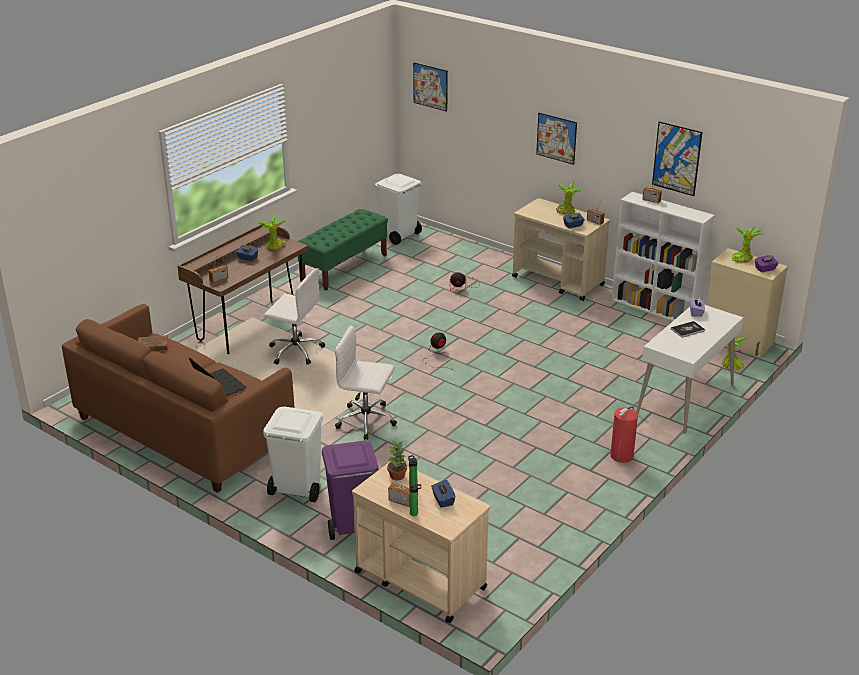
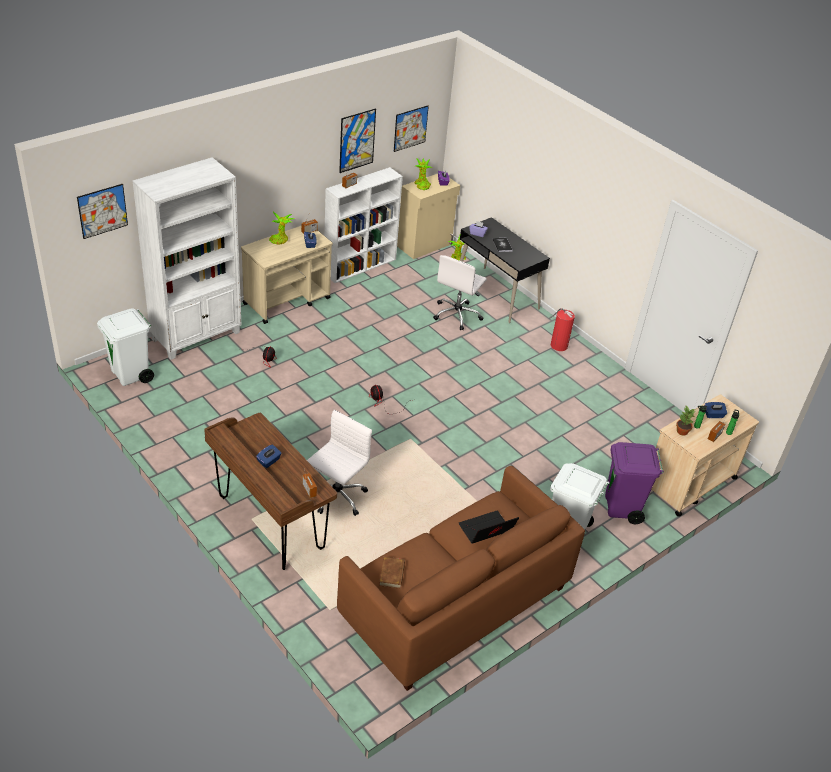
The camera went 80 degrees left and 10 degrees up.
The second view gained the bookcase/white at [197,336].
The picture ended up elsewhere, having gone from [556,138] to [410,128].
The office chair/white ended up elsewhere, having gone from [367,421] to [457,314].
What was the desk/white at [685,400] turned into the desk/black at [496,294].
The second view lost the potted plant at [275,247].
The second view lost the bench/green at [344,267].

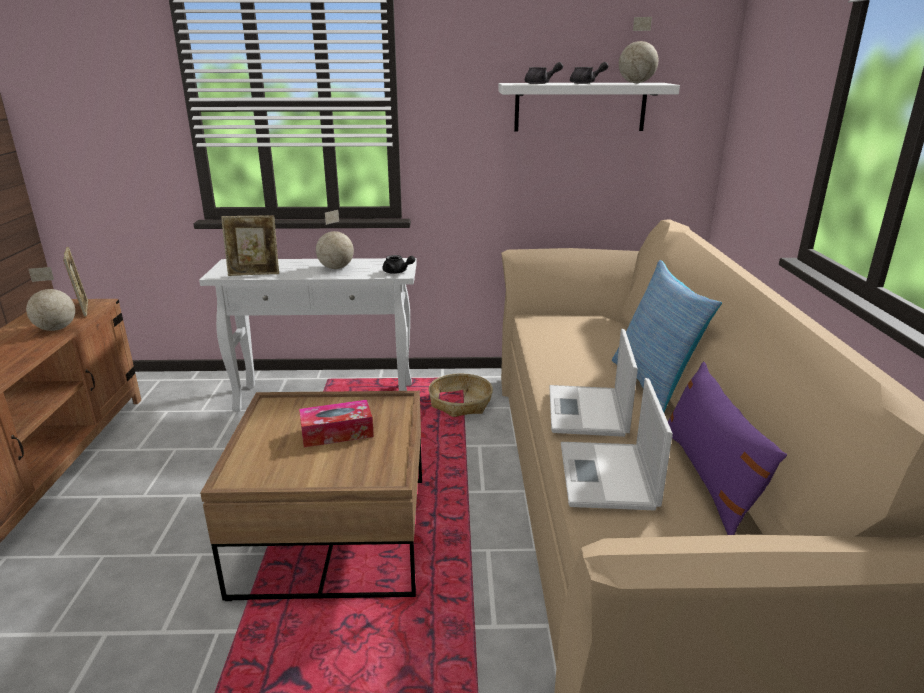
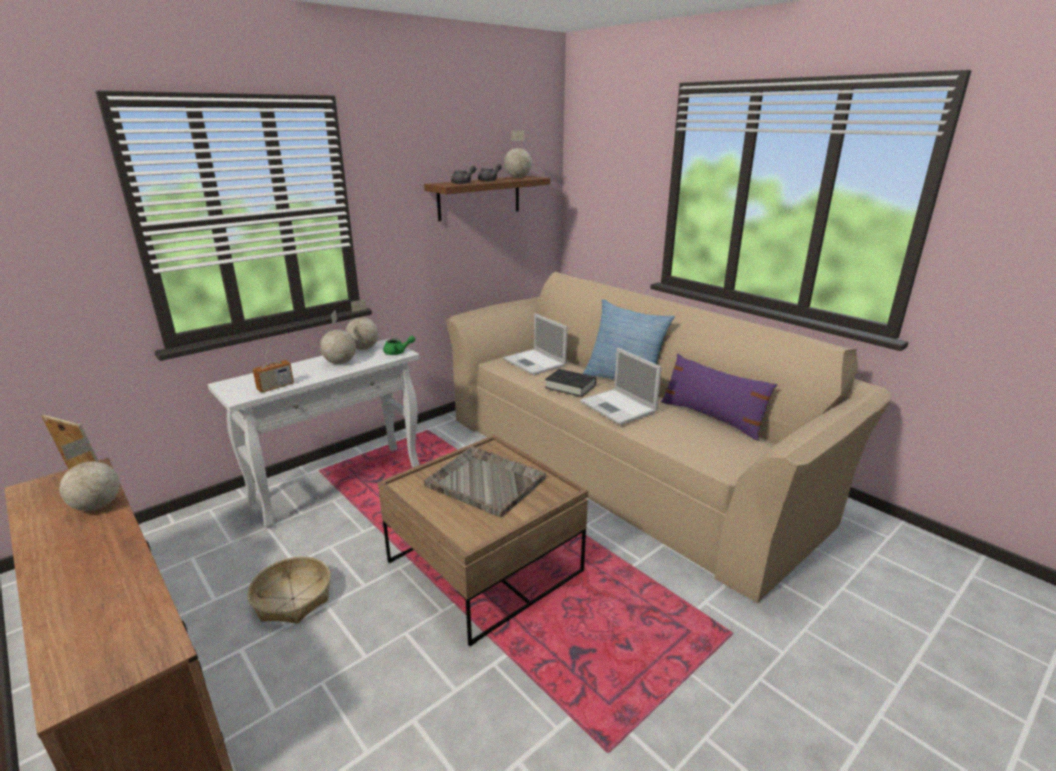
The camera went 40 degrees left and 0 degrees up.
The basket ended up elsewhere, having gone from [460,403] to [293,598].
Where the picture frame stood at [254,274], the radio came to stand at [275,387].
The second view gained the globe at [364,348].
What was the teapot/black at [397,272] turned into the teapot/green at [398,352].
What was the shelf/white at [580,107] turned into the shelf/brown at [479,197].
Where the tissue box stood at [337,432], the tray/grey came to stand at [484,481].
The laptop ended up elsewhere, having gone from [608,477] to [535,362].
The second view gained the book/black at [570,386].

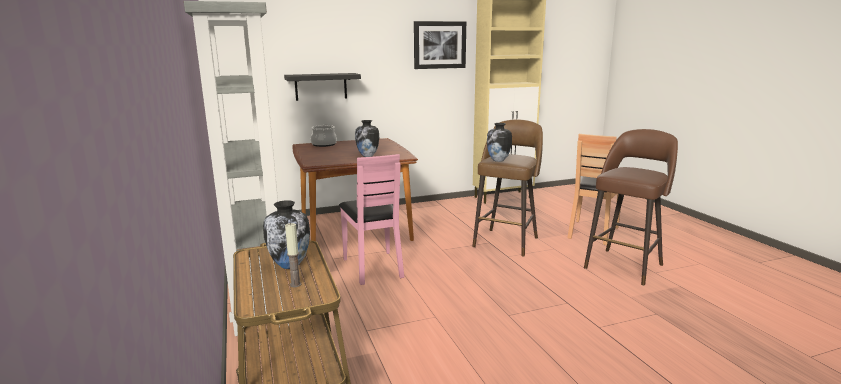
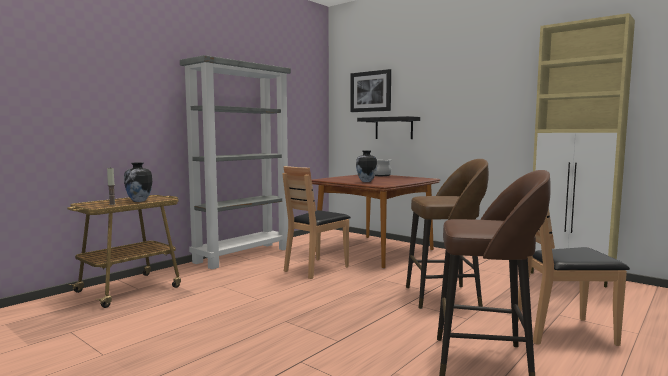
The camera went 60 degrees right and 10 degrees down.
What was the chair/pink at [374,267] turned into the chair/brown at [316,268].
The picture ended up elsewhere, having gone from [439,45] to [370,91].
The second view lost the vase at [498,160].

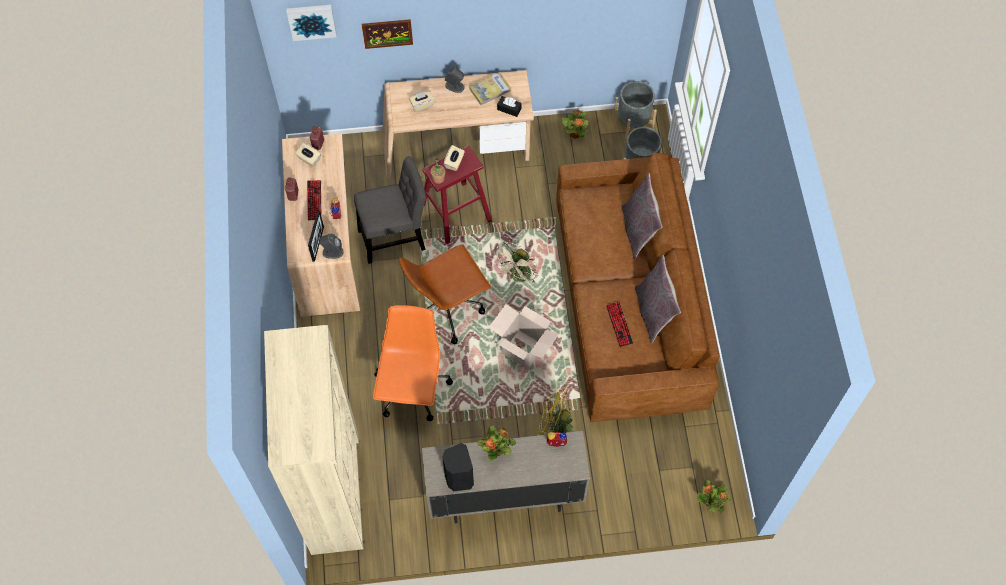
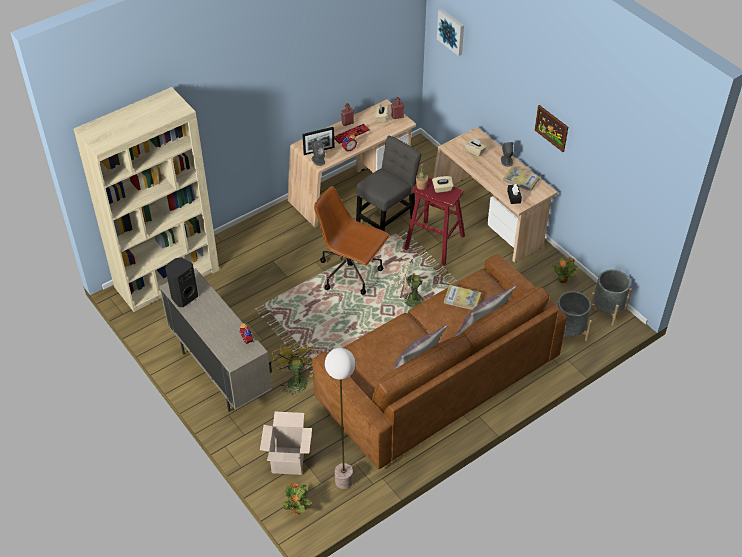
The camera went 60 degrees right and 15 degrees down.
The cardboard box ended up elsewhere, having gone from [523,349] to [288,460].
The second view gained the floor lamp at [344,481].
The chair/grey at [395,238] ended up facing another way, 90 degrees counterclockwise from before.
The second view gained the book at [462,299].
The picture ended up elsewhere, having gone from [387,33] to [551,128].
The second view lost the office chair/orange at [412,390].
The second view lost the potted plant at [496,450].
The second view lost the keyboard at [619,324].

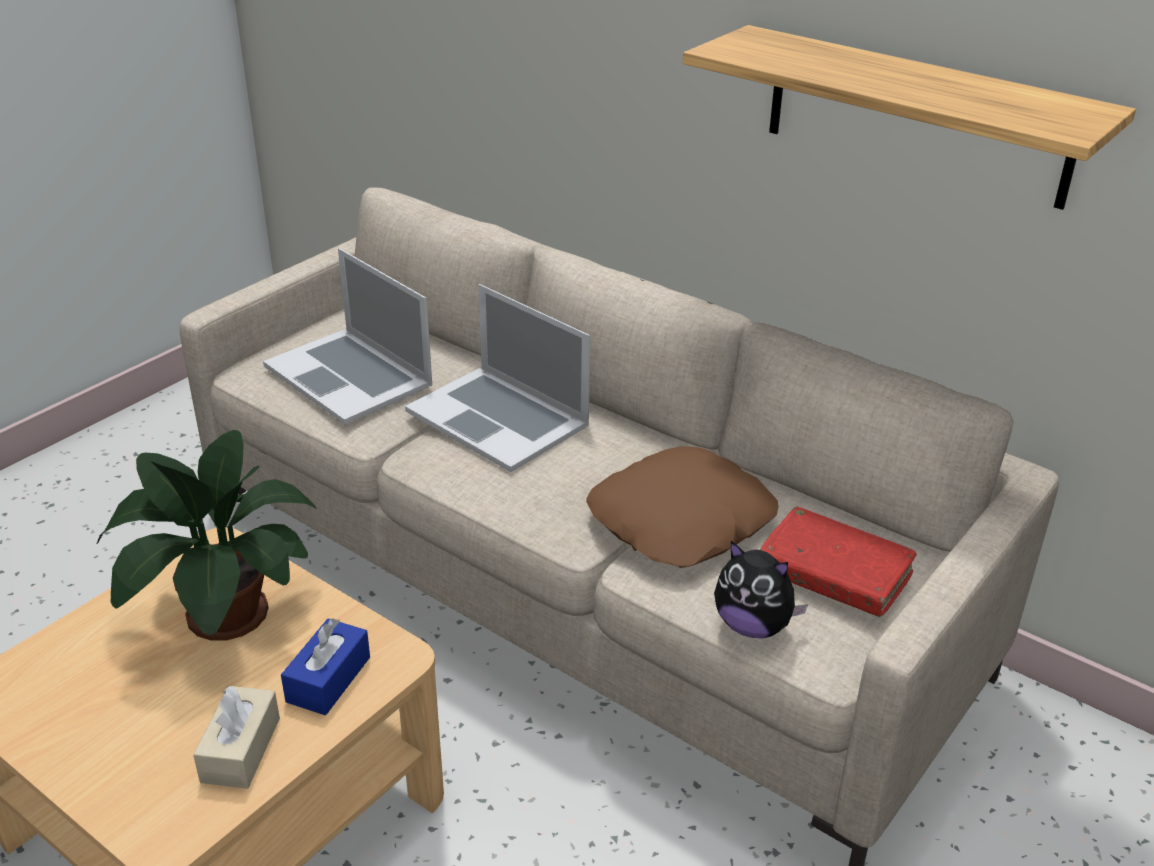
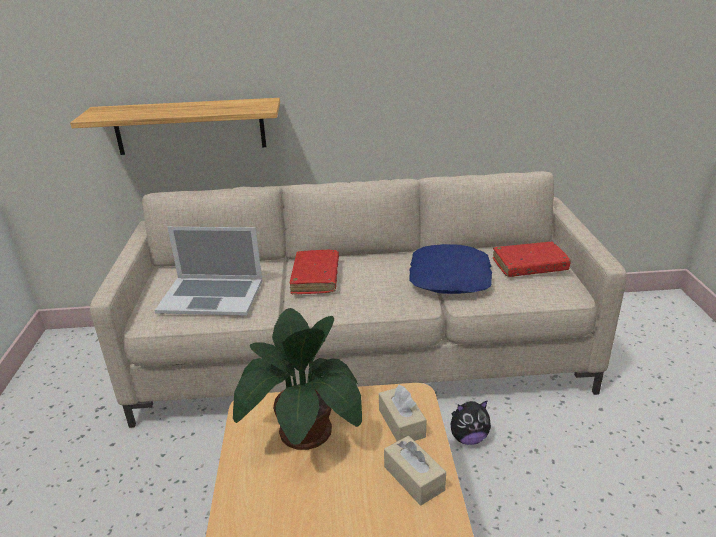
The camera went 40 degrees left and 5 degrees down.
The shelf ended up elsewhere, having gone from [916,116] to [190,126].
Where the laptop stood at [498,418], the book/red came to stand at [315,278].
What was the tissue box/blue at [328,679] turned into the tissue box/beige at [401,423].
What was the pillow/brown at [682,522] turned into the pillow/blue at [450,278].
The plush toy ended up elsewhere, having gone from [753,626] to [468,438].

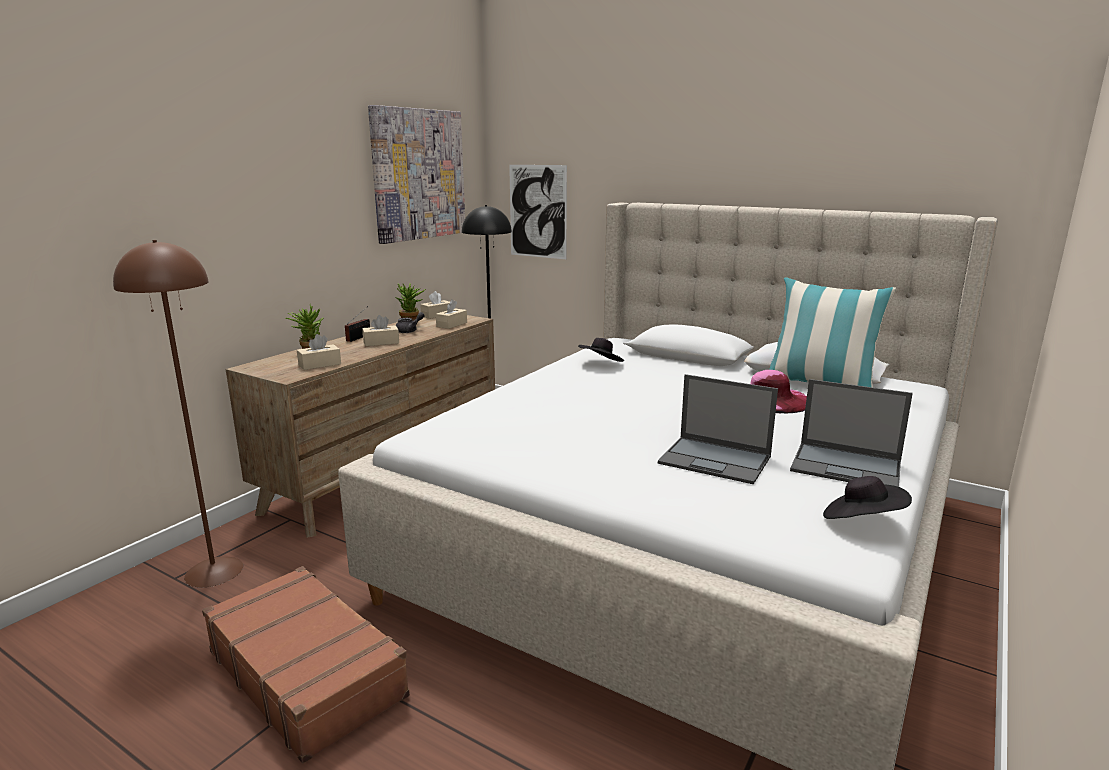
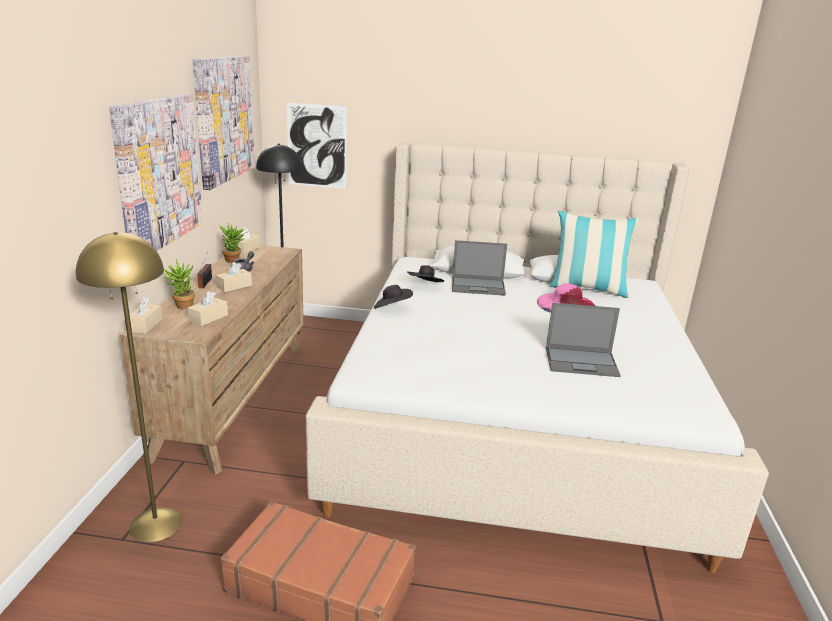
The camera went 25 degrees left and 5 degrees up.
What was the floor lamp/brown at [214,571] turned into the floor lamp/yellow at [156,524].
The second view gained the picture at [158,172].
The tissue box/beige ended up elsewhere, having gone from [452,324] to [145,325].
The hat/black ended up elsewhere, having gone from [861,521] to [392,308].
The laptop ended up elsewhere, having gone from [847,467] to [478,286].

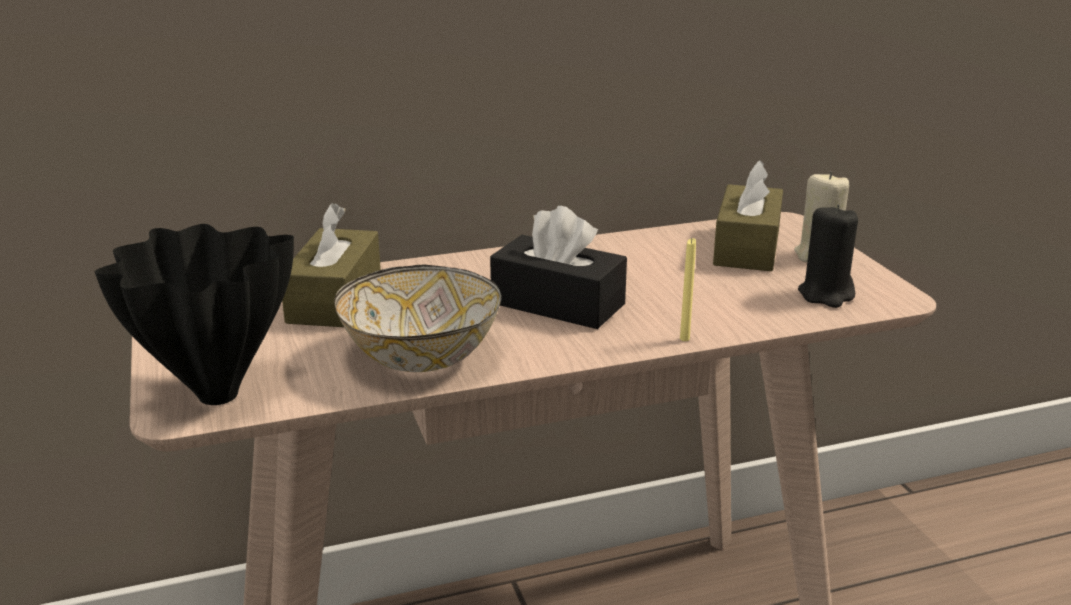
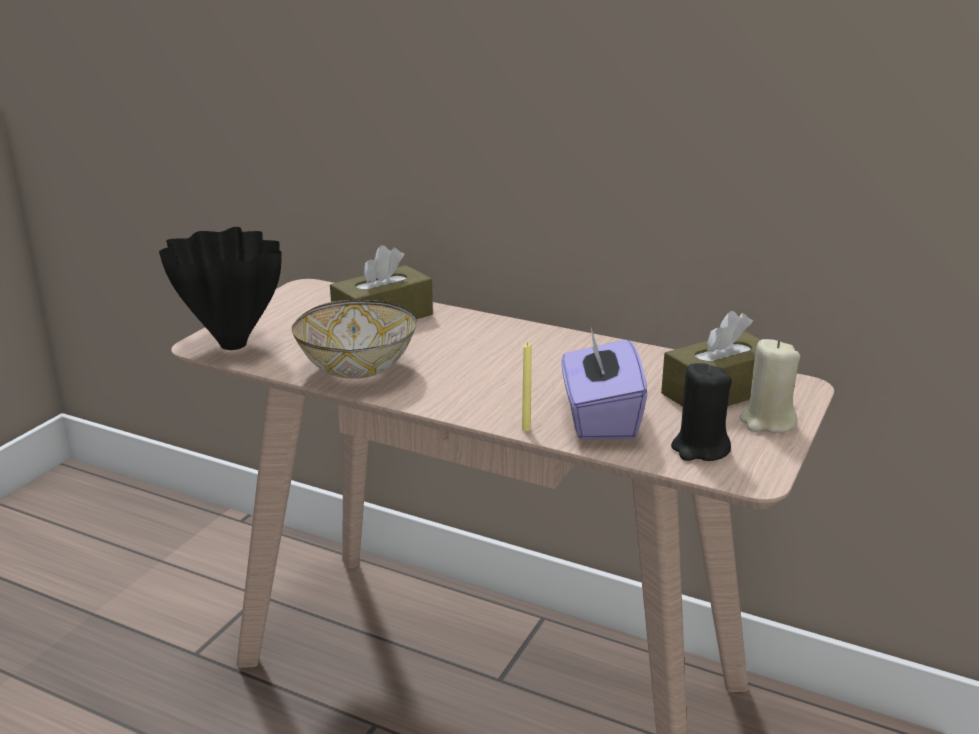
The camera went 45 degrees right and 0 degrees up.
The second view gained the tissue box/purple at [599,418].
The second view lost the tissue box/black at [558,304].

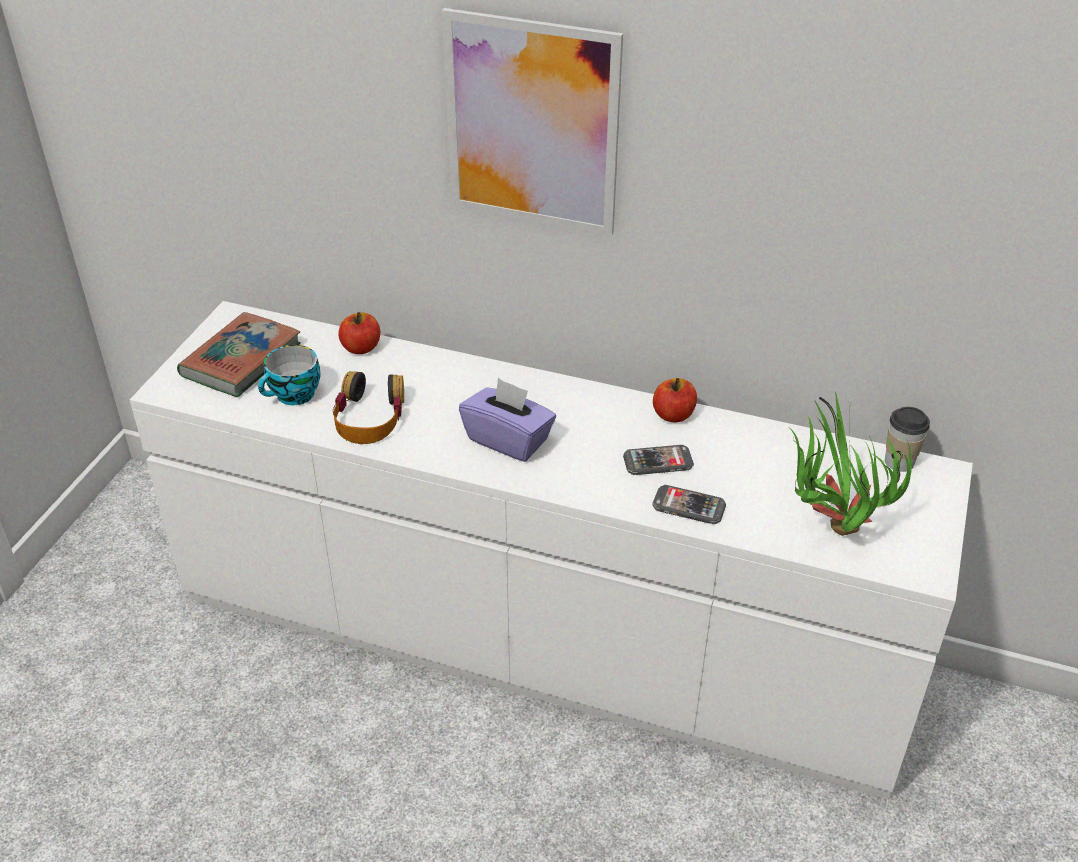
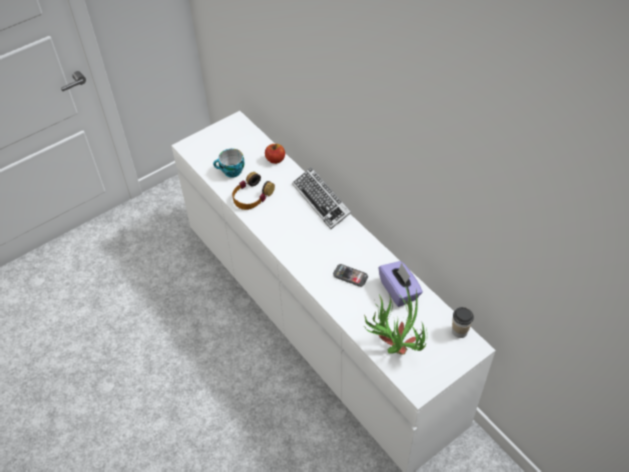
The camera went 35 degrees right and 10 degrees up.
The second view gained the keyboard at [321,201].
The tissue box/purple ended up elsewhere, having gone from [508,440] to [399,291].
The second view lost the book at [241,360].
The second view lost the picture at [532,124].
The second view lost the phone at [688,506].
The second view lost the apple at [673,415].

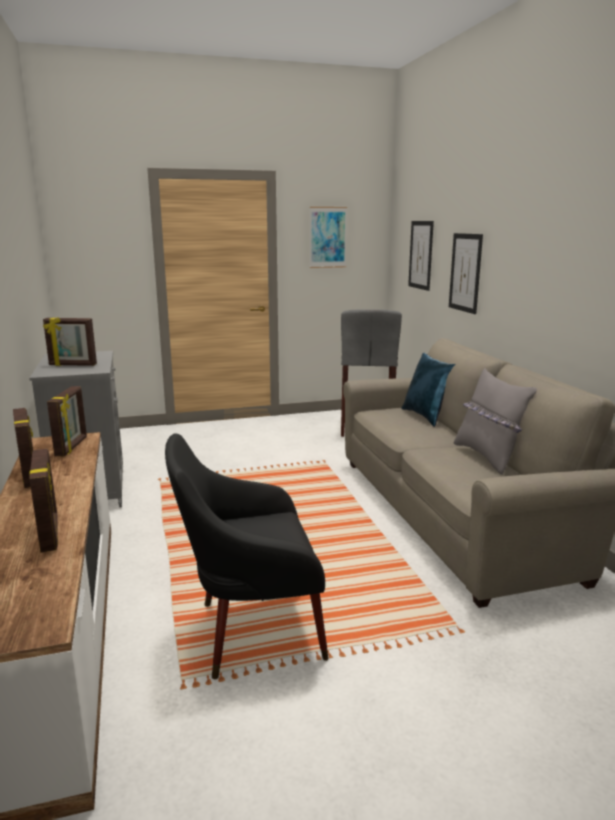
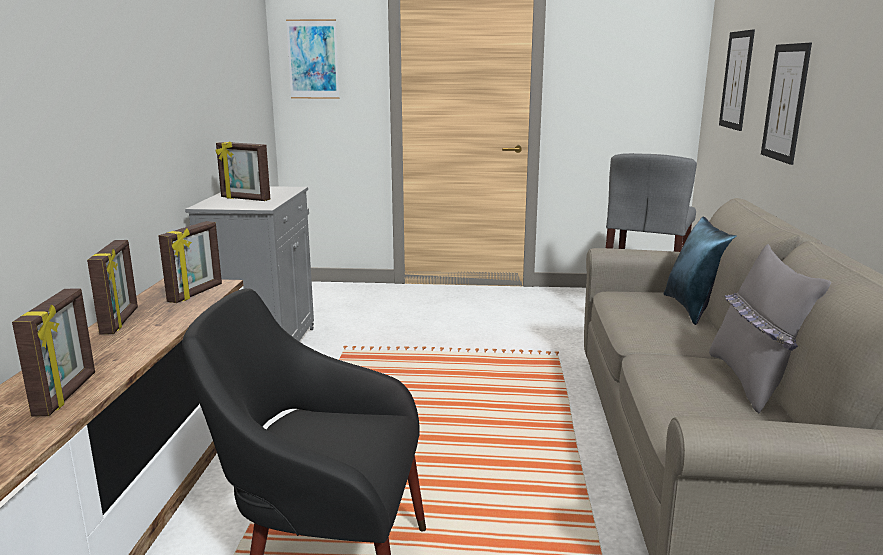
The camera went 20 degrees right and 0 degrees up.
The picture ended up elsewhere, having gone from [328,237] to [313,59].

